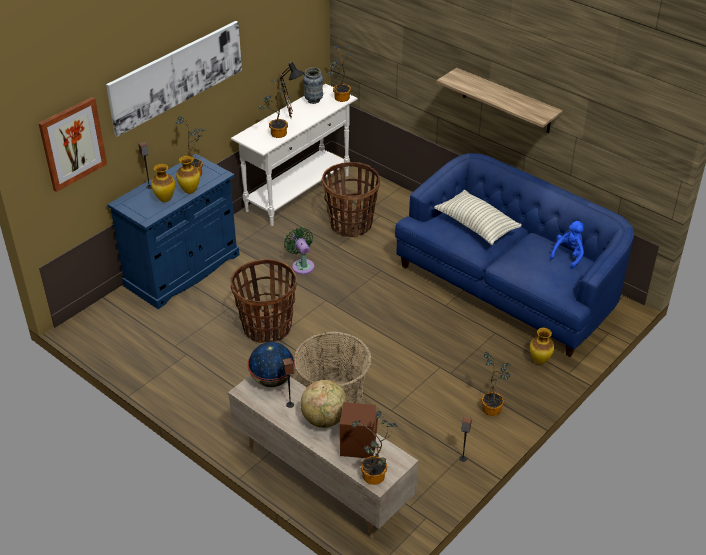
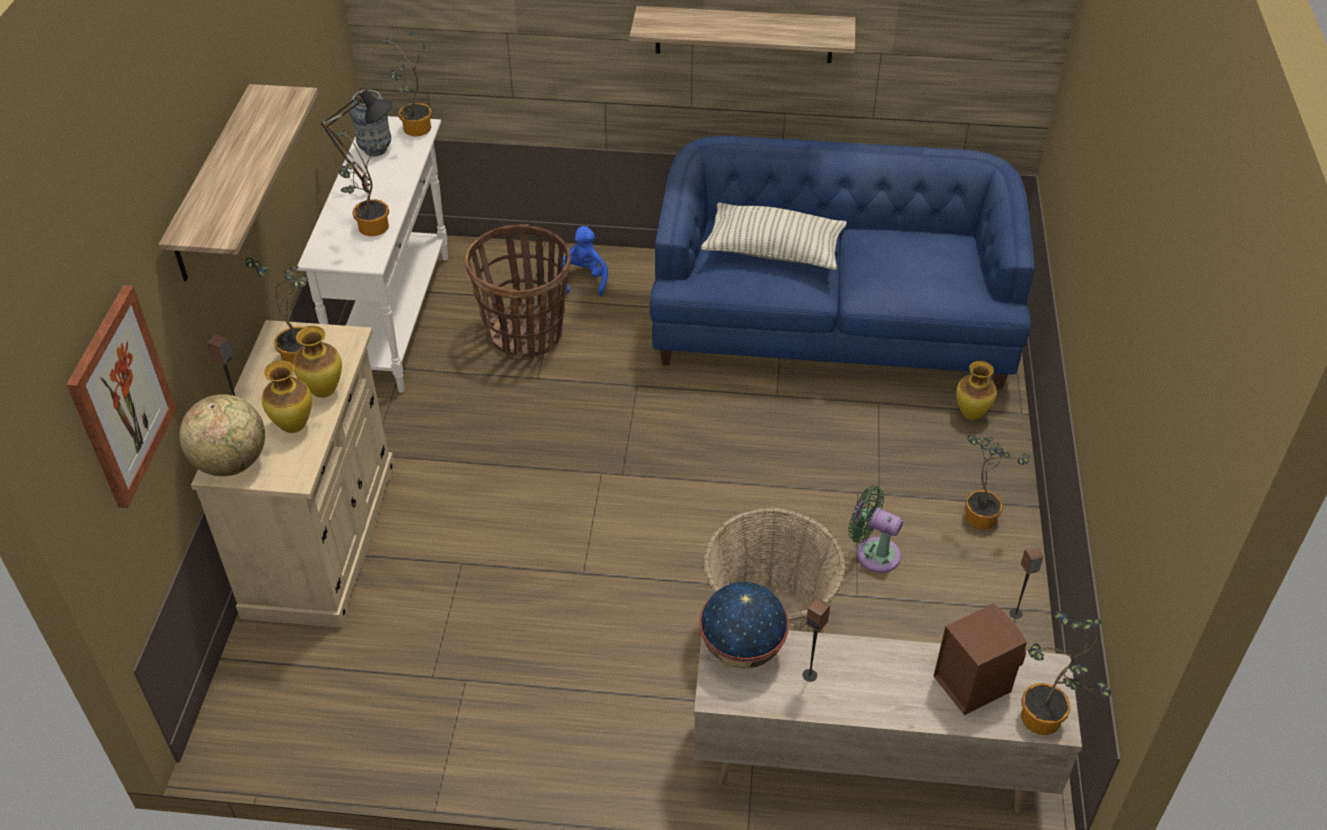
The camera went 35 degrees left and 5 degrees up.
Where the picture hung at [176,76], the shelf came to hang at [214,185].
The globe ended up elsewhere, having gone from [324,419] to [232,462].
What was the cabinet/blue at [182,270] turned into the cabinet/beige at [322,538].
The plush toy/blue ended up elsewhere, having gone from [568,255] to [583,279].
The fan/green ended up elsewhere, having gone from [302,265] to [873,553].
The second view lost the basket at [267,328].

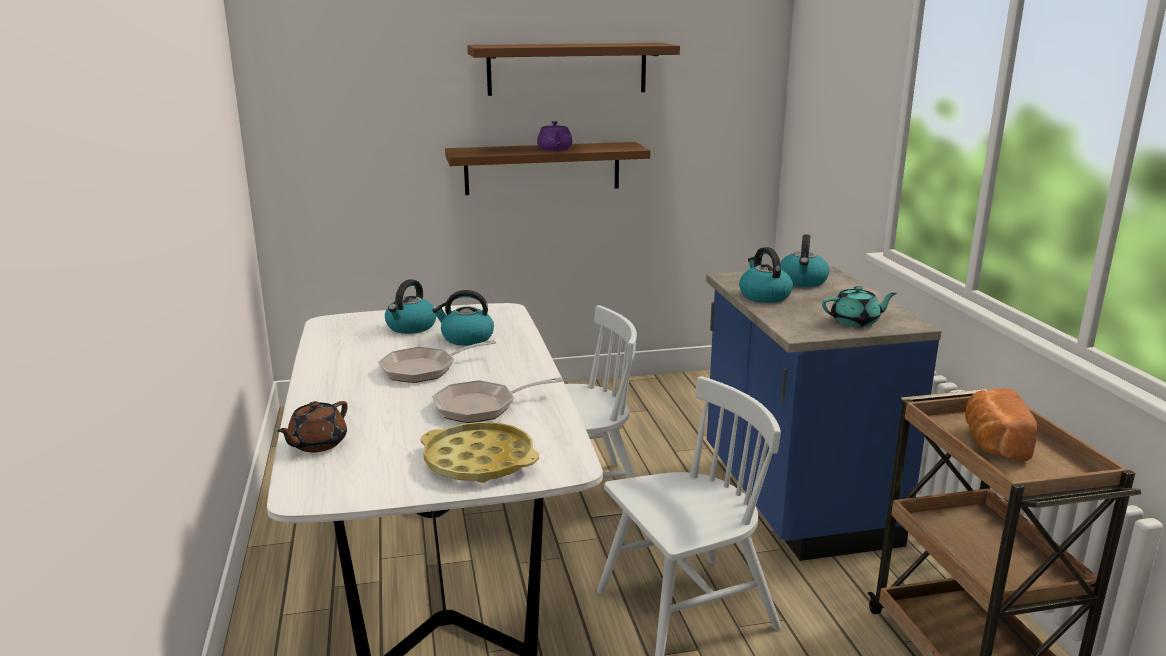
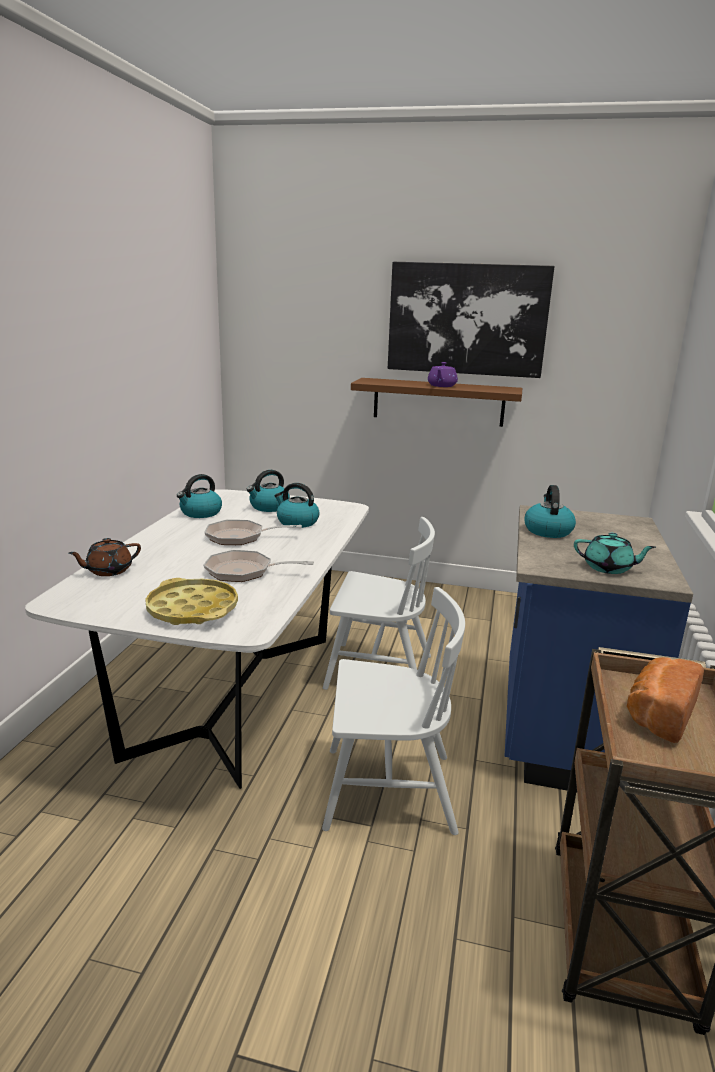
The camera went 25 degrees right and 0 degrees up.
The kettle ended up elsewhere, having gone from [802,281] to [200,513].
Where the shelf/brown hung at [567,69], the picture came to hang at [467,319].

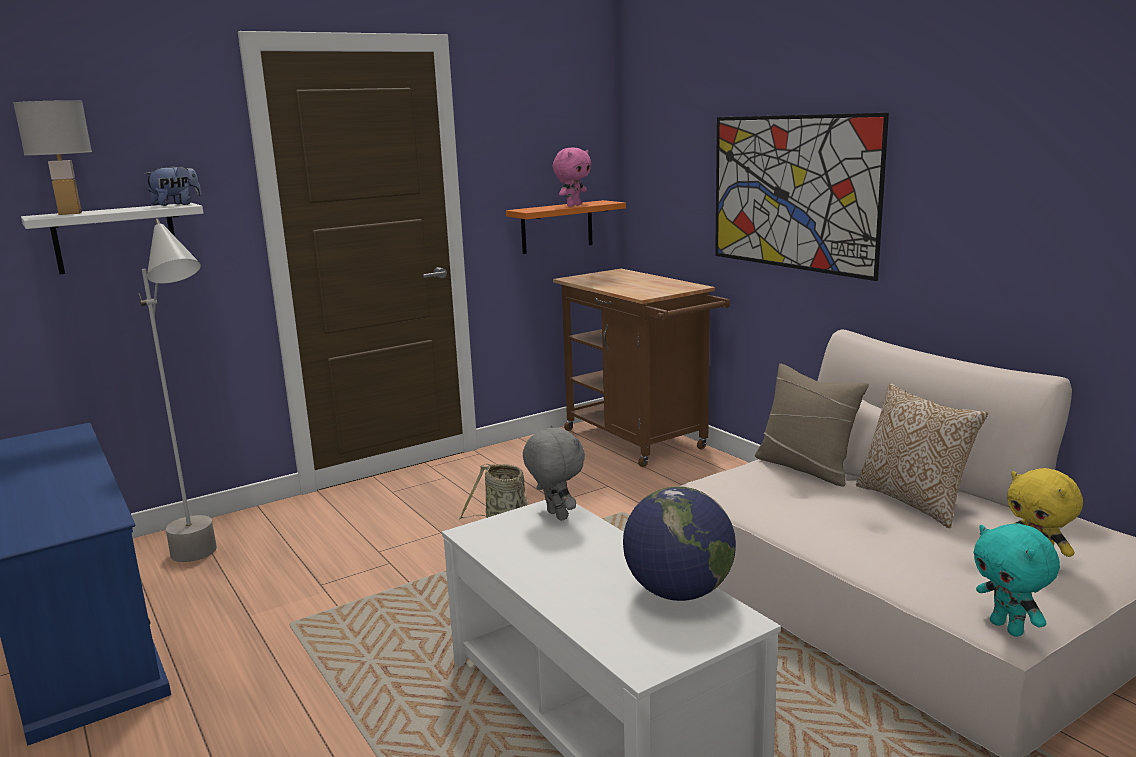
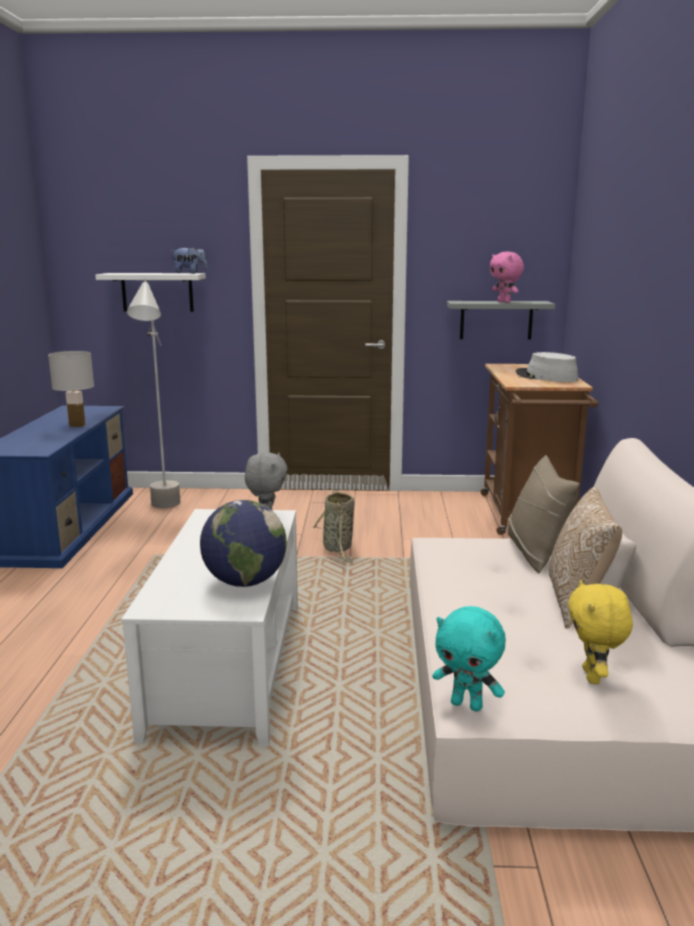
The camera went 35 degrees right and 0 degrees up.
The table lamp/white ended up elsewhere, having gone from [69,213] to [76,425].
The plush toy/turquoise at [1008,628] ended up facing another way, 75 degrees counterclockwise from before.
What was the shelf/orange at [557,227] turned into the shelf/grey at [496,320].
The plush toy/pink at [573,205] ended up facing another way, 75 degrees clockwise from before.
The second view gained the hat/grey at [546,377].
The second view lost the picture at [792,192].

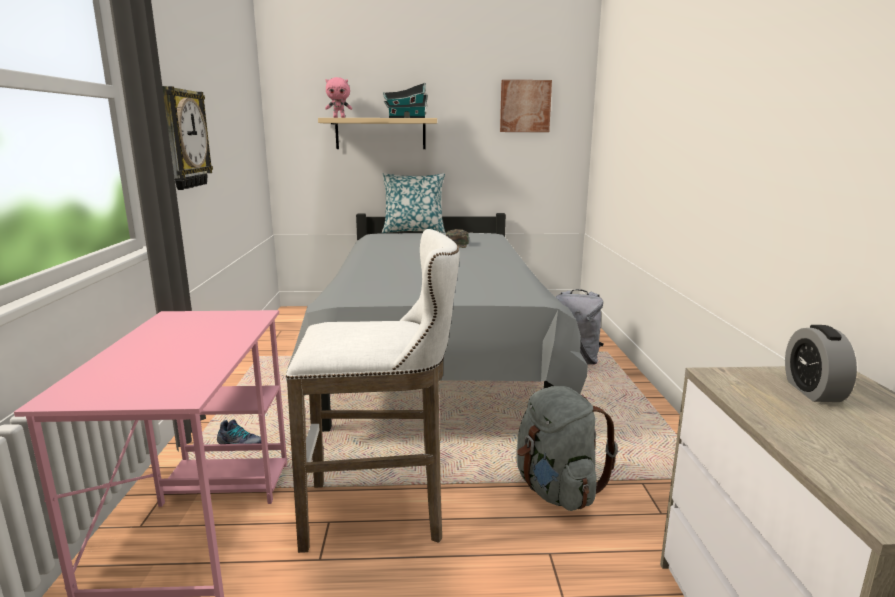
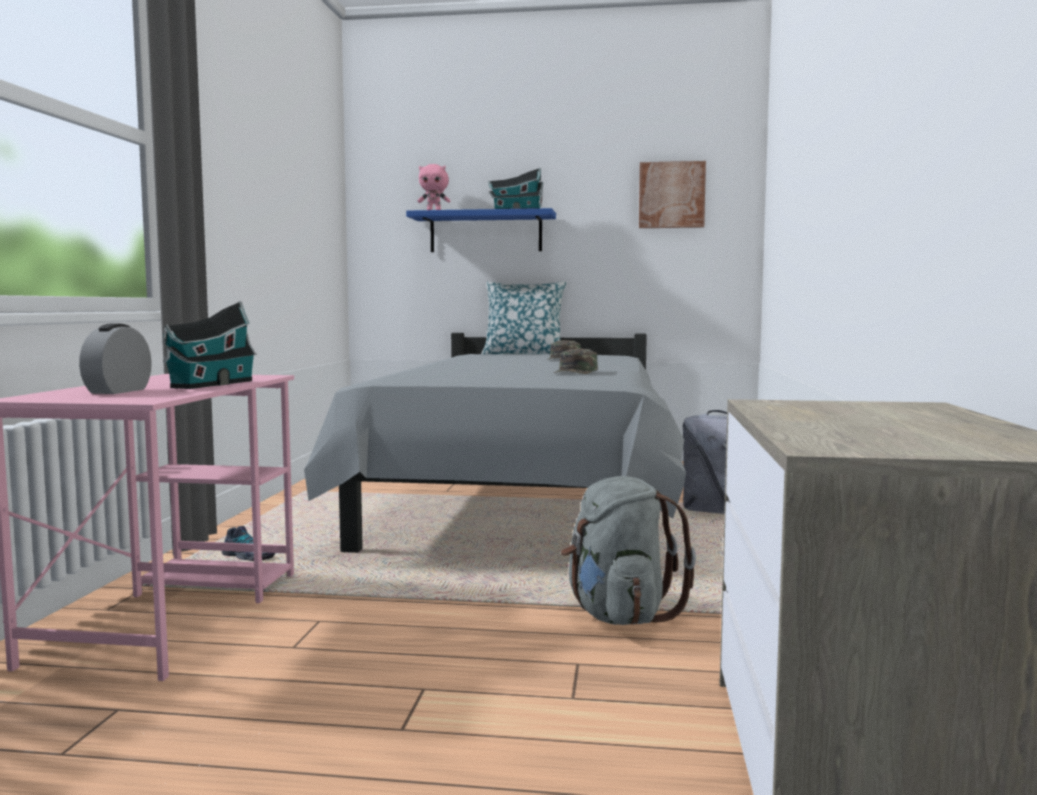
The camera went 10 degrees right and 10 degrees down.
The alarm clock ended up elsewhere, having gone from [813,391] to [118,391].
The second view gained the toy house at [210,384].
What was the shelf/beige at [380,134] turned into the shelf/blue at [486,233].
The second view gained the cap/green at [576,372].
The second view lost the wall clock at [183,139].
The second view lost the stool/white at [382,512].

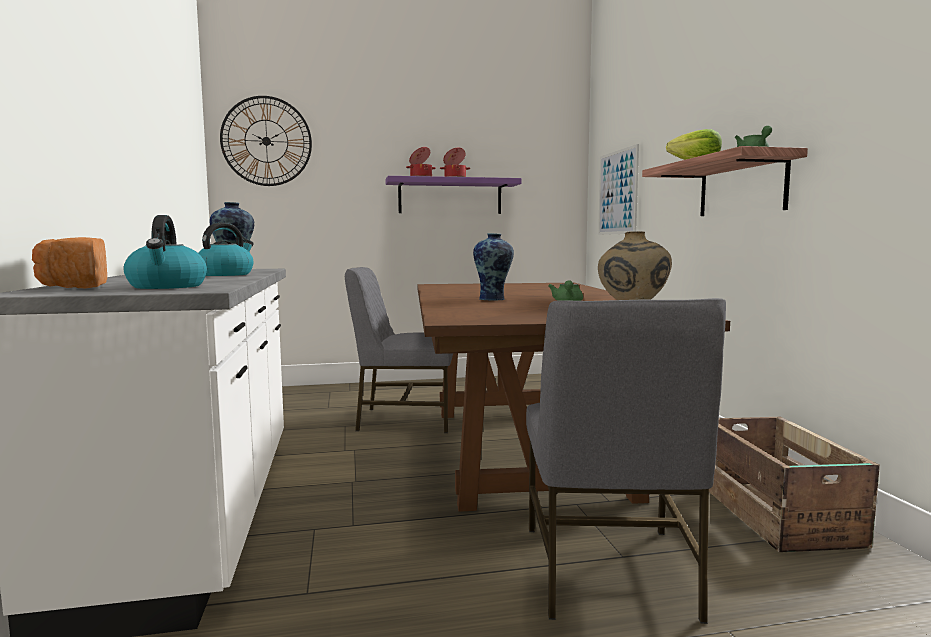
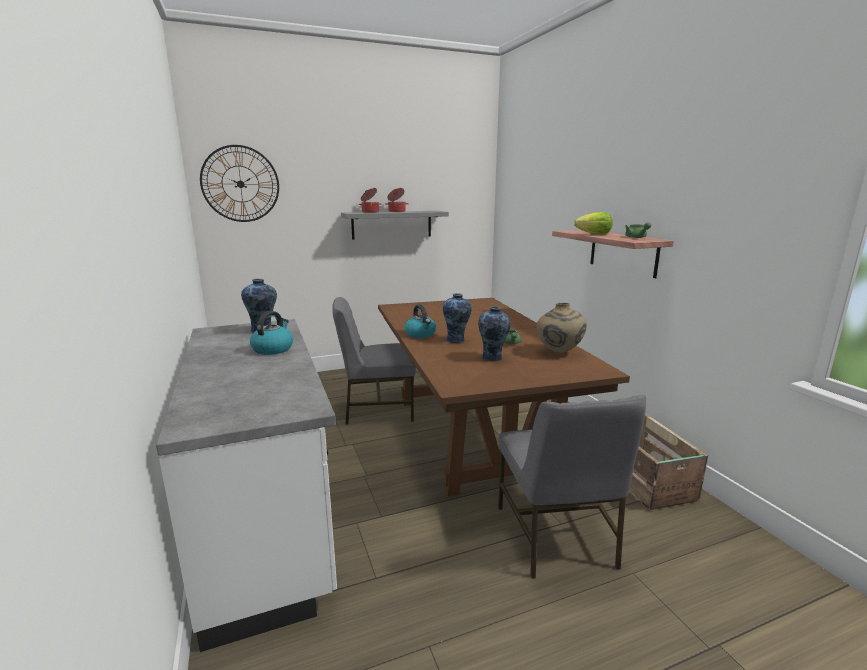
The camera went 10 degrees left and 10 degrees up.
What was the shelf/purple at [450,196] turned into the shelf/grey at [392,224].
The kettle ended up elsewhere, having gone from [167,286] to [420,334].
The second view gained the vase at [493,358].
The second view lost the bread at [73,286].
The second view lost the picture at [617,192].

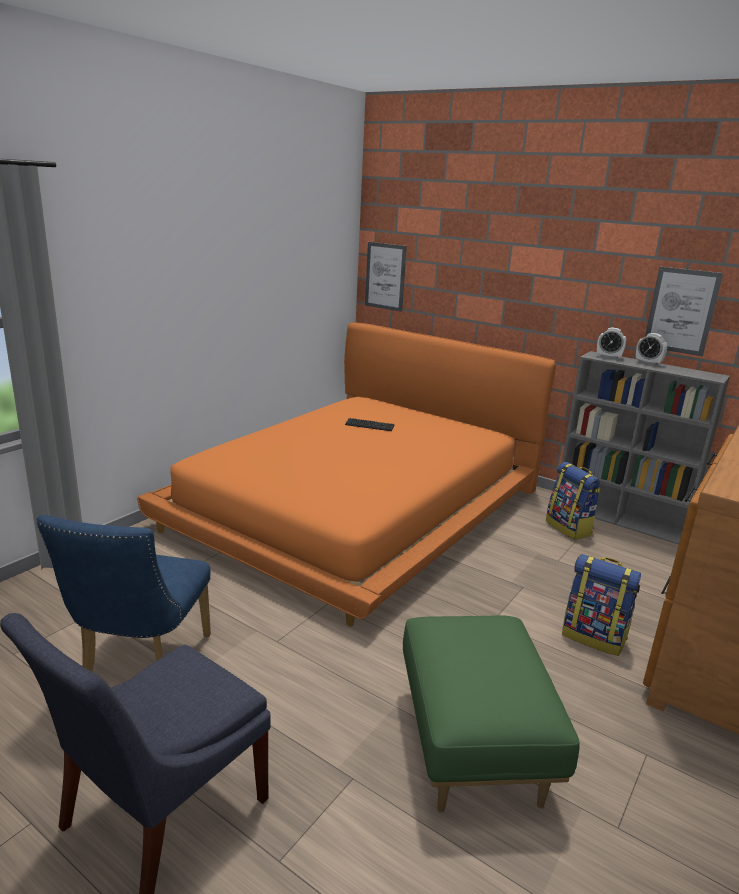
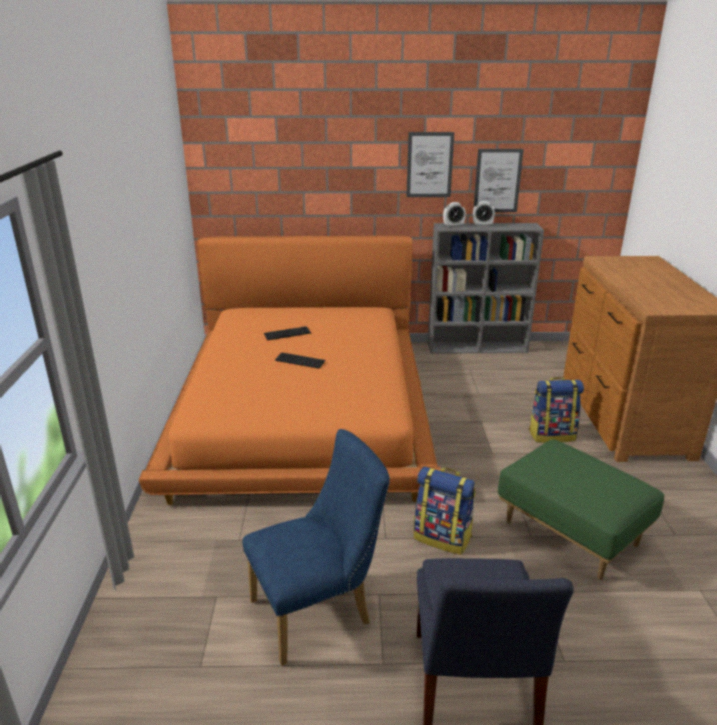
The camera went 35 degrees left and 5 degrees up.
The chair/blue at [141,667] ended up facing another way, 90 degrees counterclockwise from before.
The second view gained the keyboard at [300,361].
The picture ended up elsewhere, having gone from [385,276] to [429,165].
The backpack ended up elsewhere, having gone from [569,528] to [443,537].

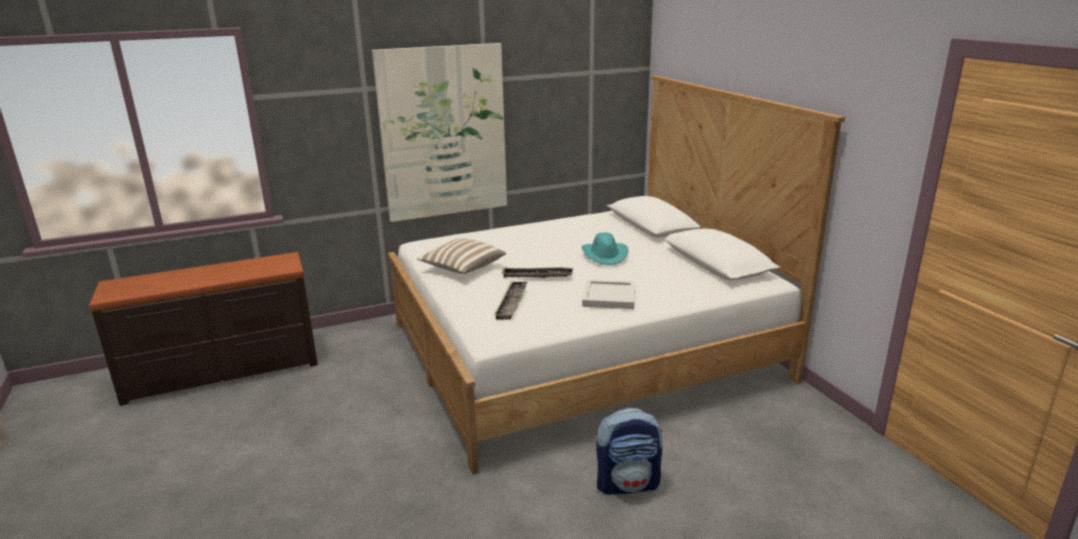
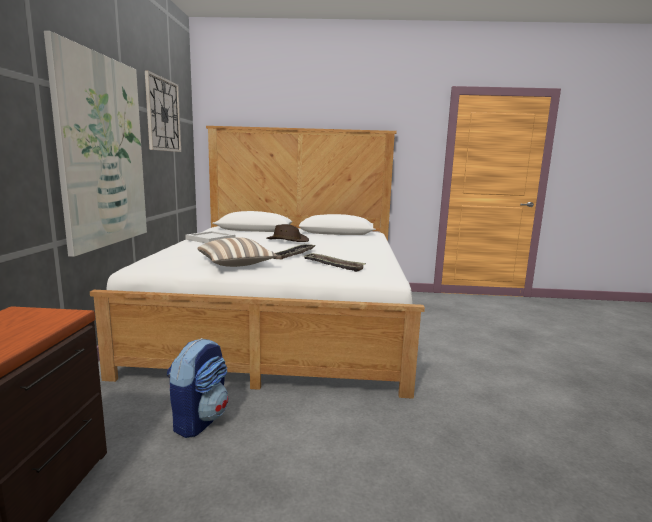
The camera went 65 degrees left and 10 degrees down.
The second view gained the wall clock at [163,115].
The backpack ended up elsewhere, having gone from [628,484] to [200,420].
The tray/white ended up elsewhere, having gone from [608,296] to [210,239].
What was the hat/turquoise at [605,255] turned into the hat/brown at [287,240].

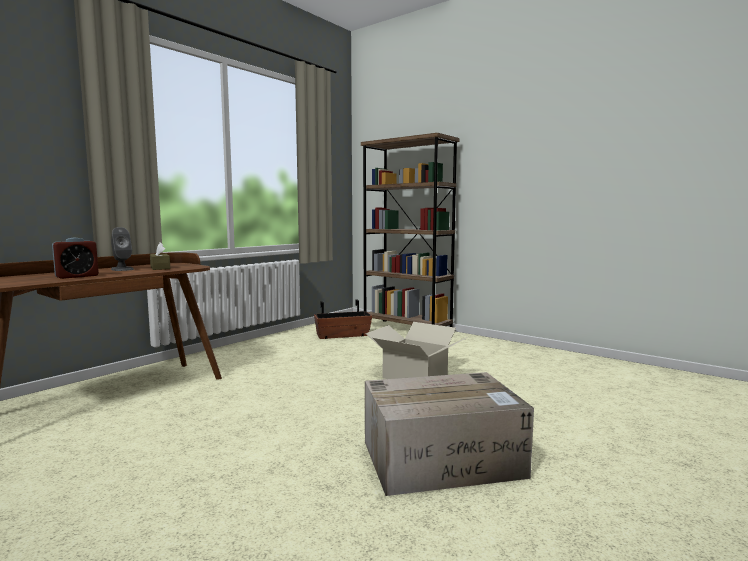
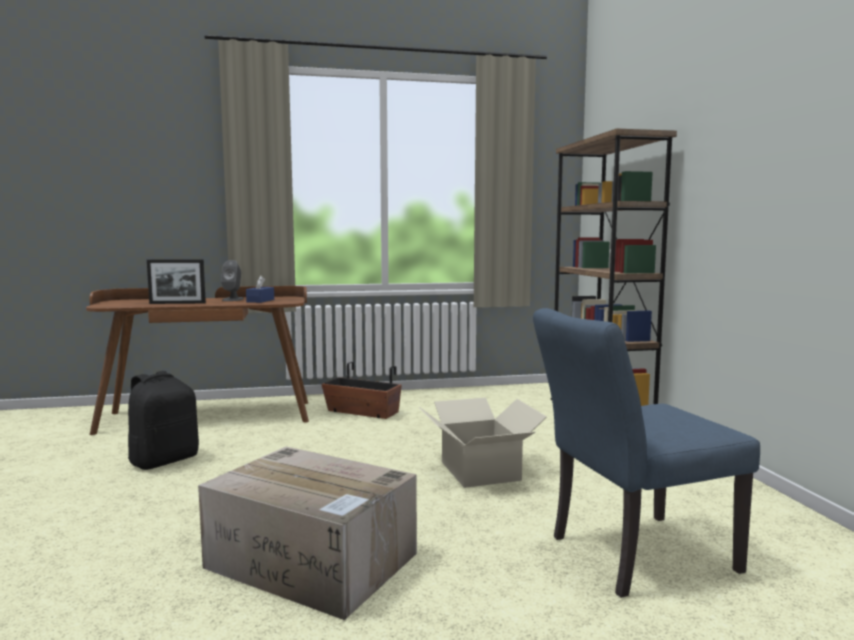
The camera went 40 degrees right and 0 degrees up.
The second view gained the backpack/black at [164,460].
Where the alarm clock stood at [77,276], the picture frame came to stand at [177,303].
What was the tissue box/brown at [160,268] turned into the tissue box/blue at [260,301].
The planter ended up elsewhere, having gone from [342,335] to [362,412].
The second view gained the chair/blue at [630,555].

